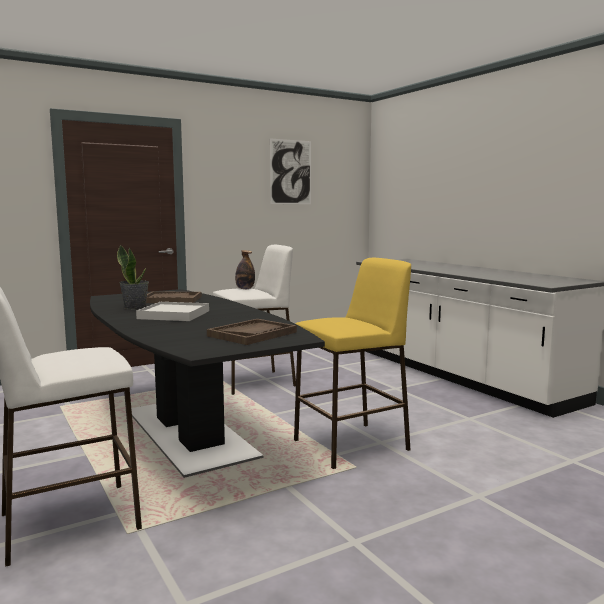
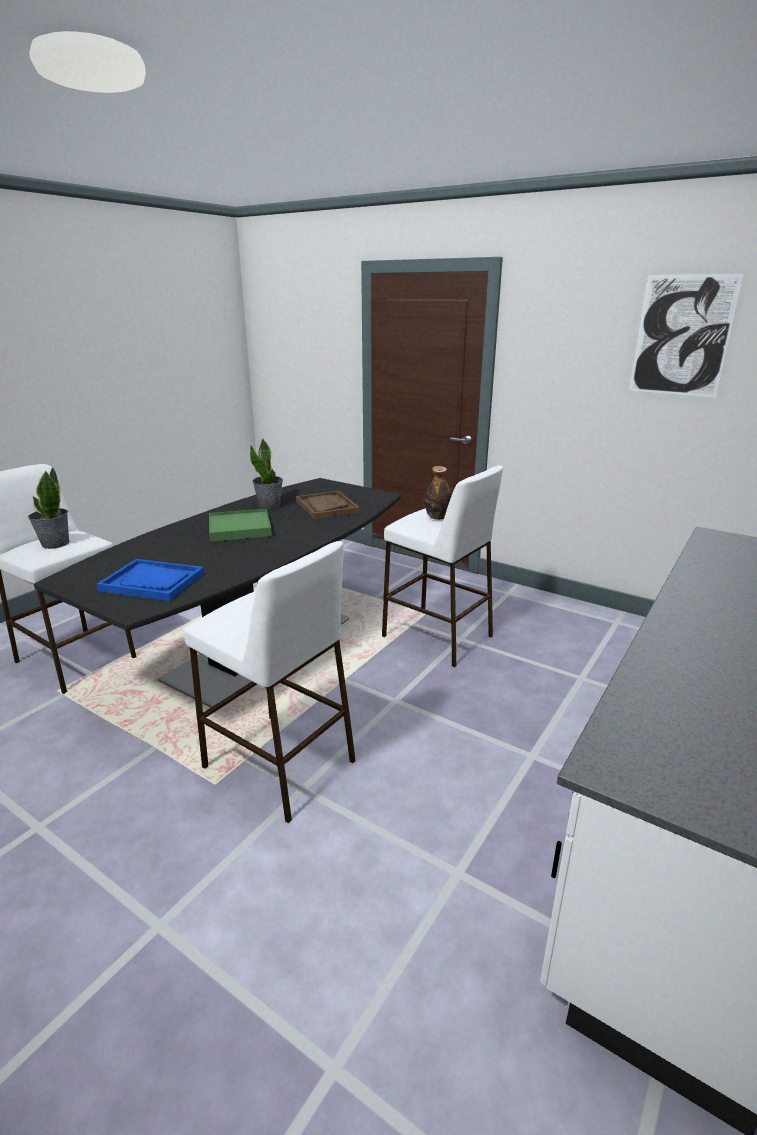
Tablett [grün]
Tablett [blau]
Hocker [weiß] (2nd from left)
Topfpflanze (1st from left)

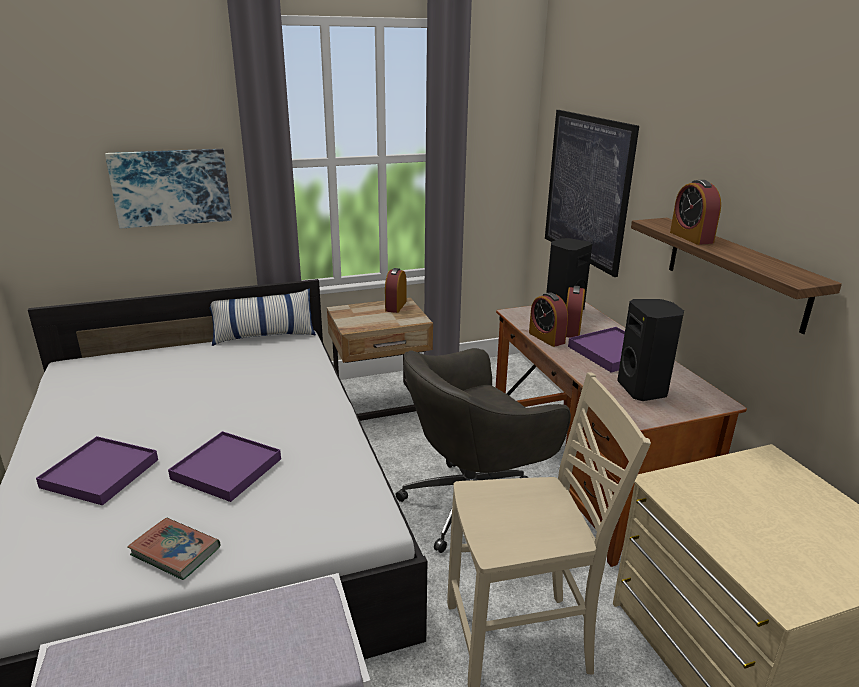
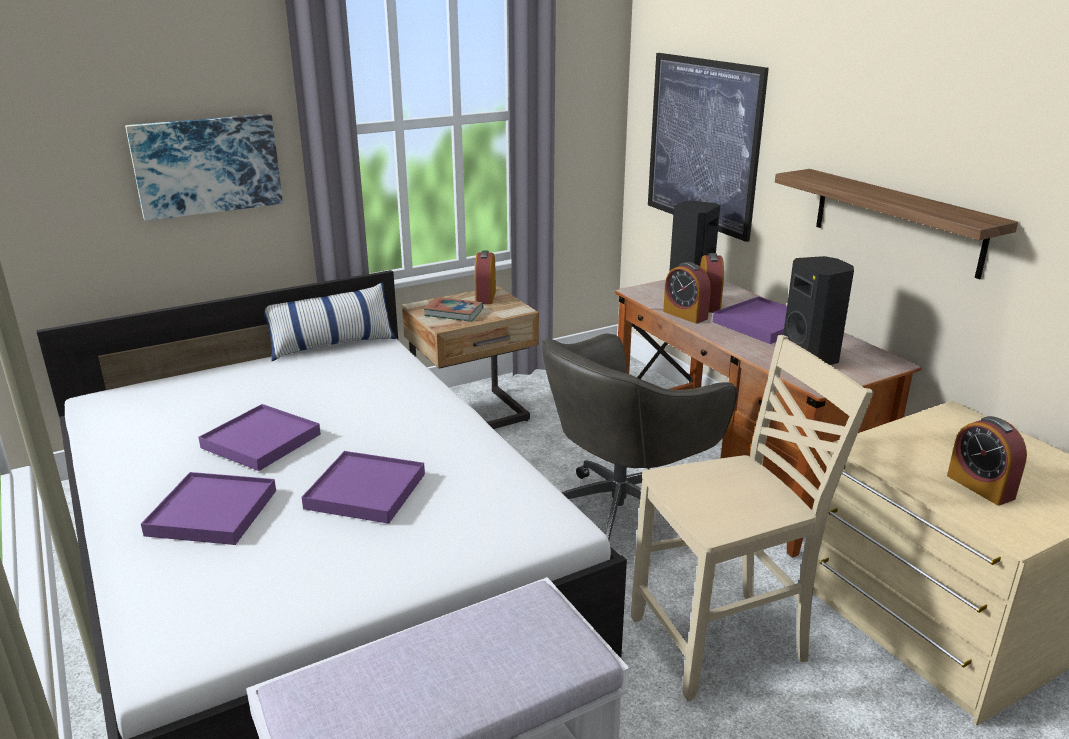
Buch
Wecker (4th from left)
Tablett [lila] (2nd from left)

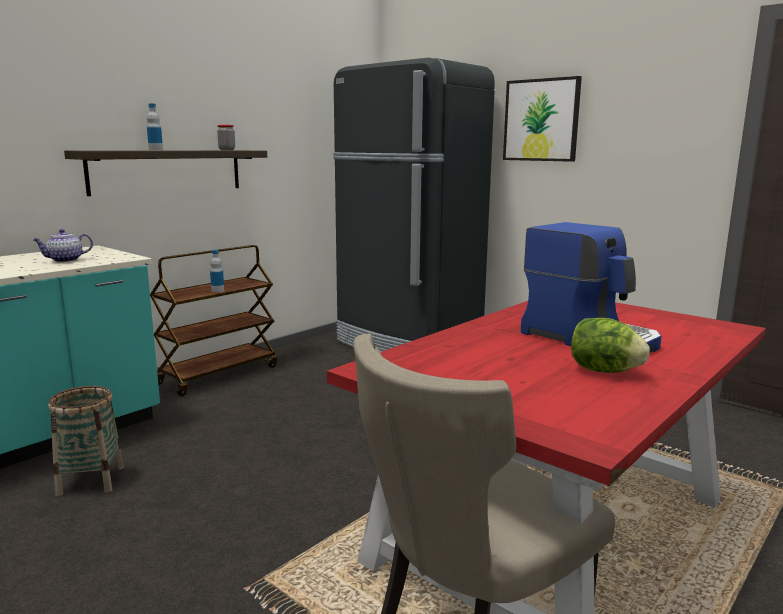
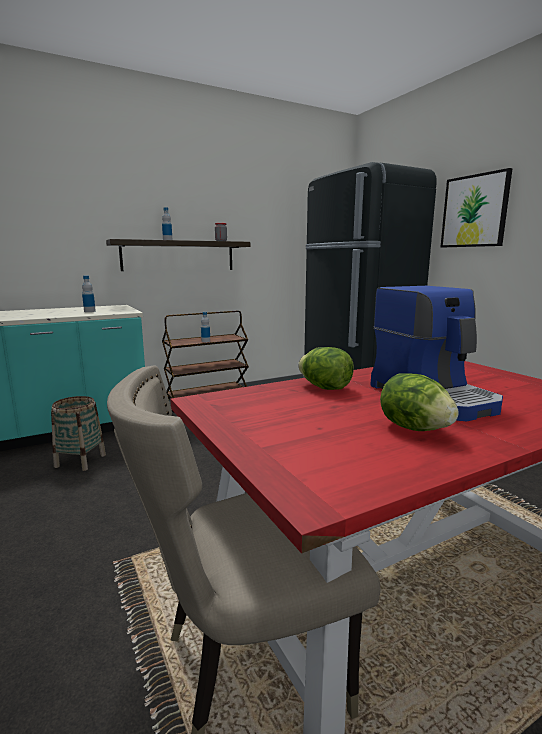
Flasche (1st from left)
Salatkopf (1st from left)

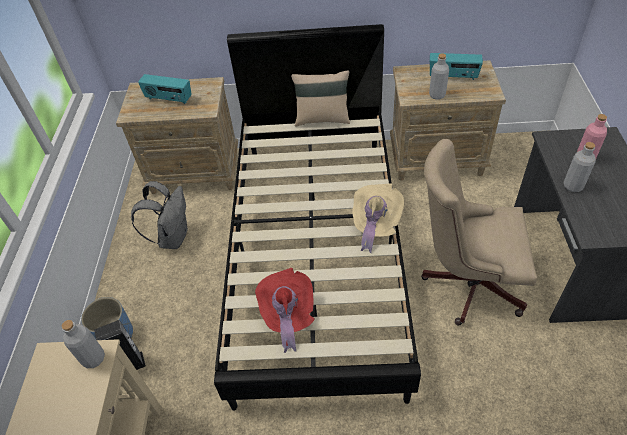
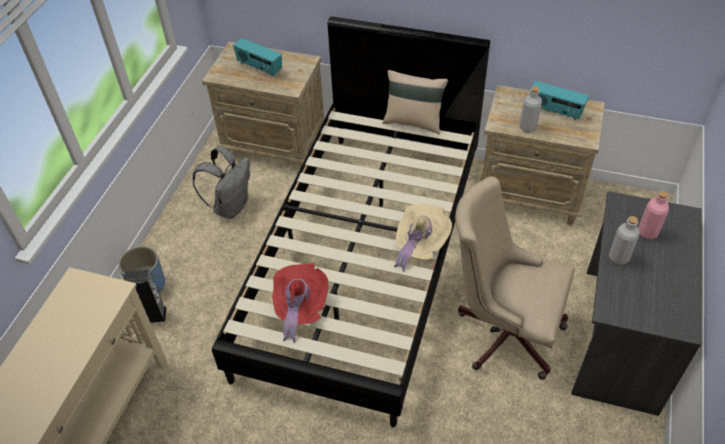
Flasche [grau] (1st from left in the first image)

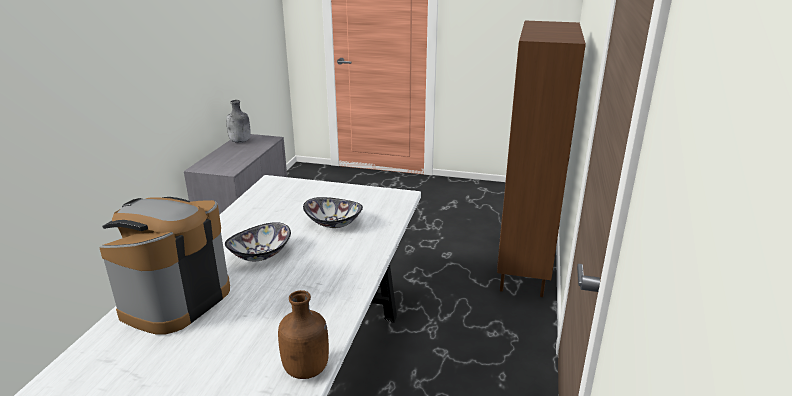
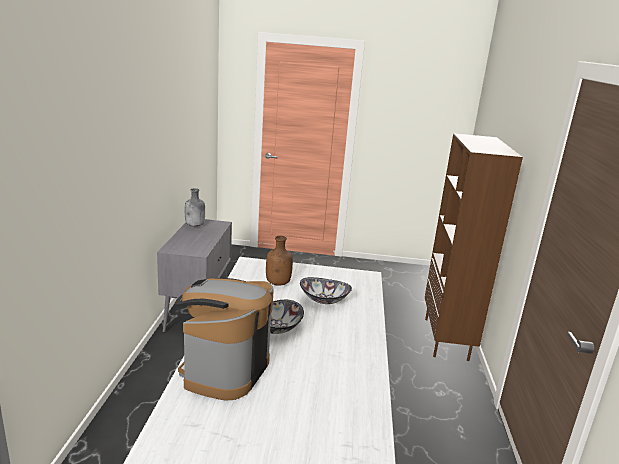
Flasche [braun]

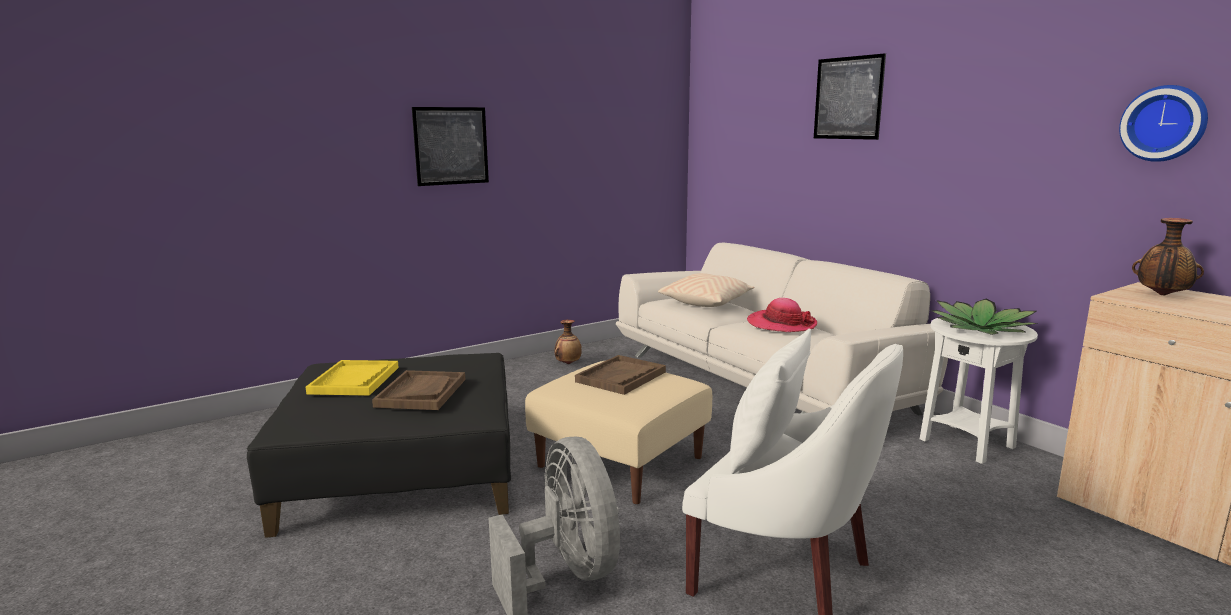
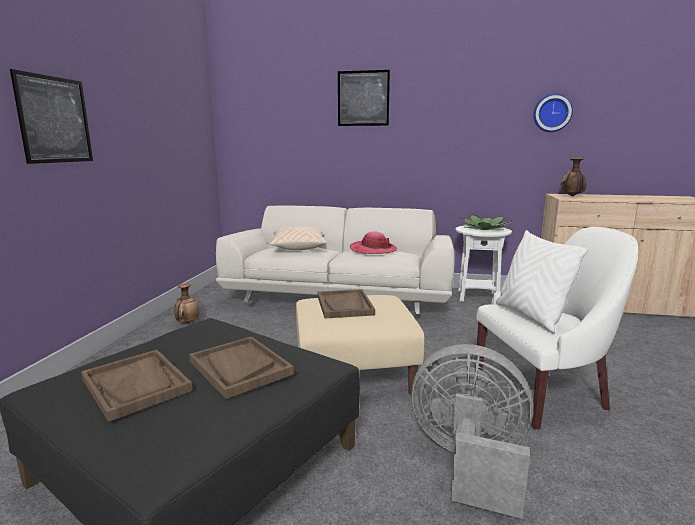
Tablett [braun] (1st from left)

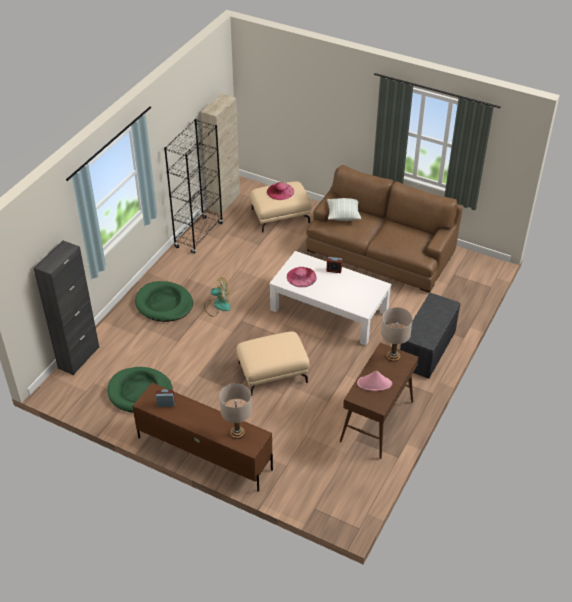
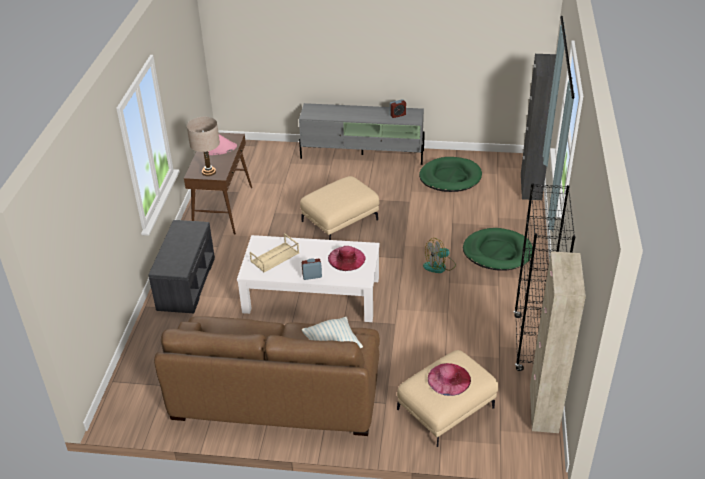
Fernsehschrank [grau]
Tischlampe [beige] (1st from left in the first image)
Tablett [beige]

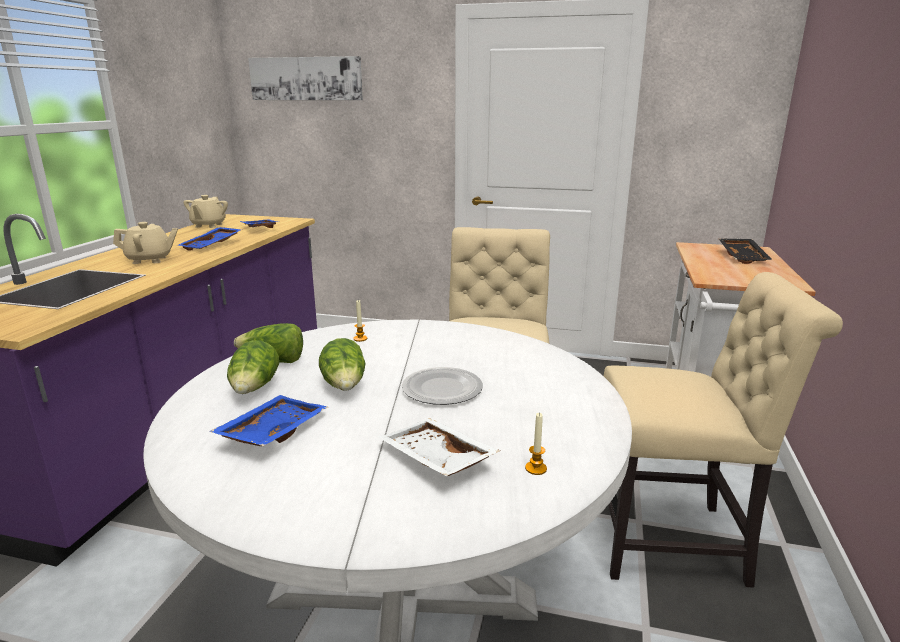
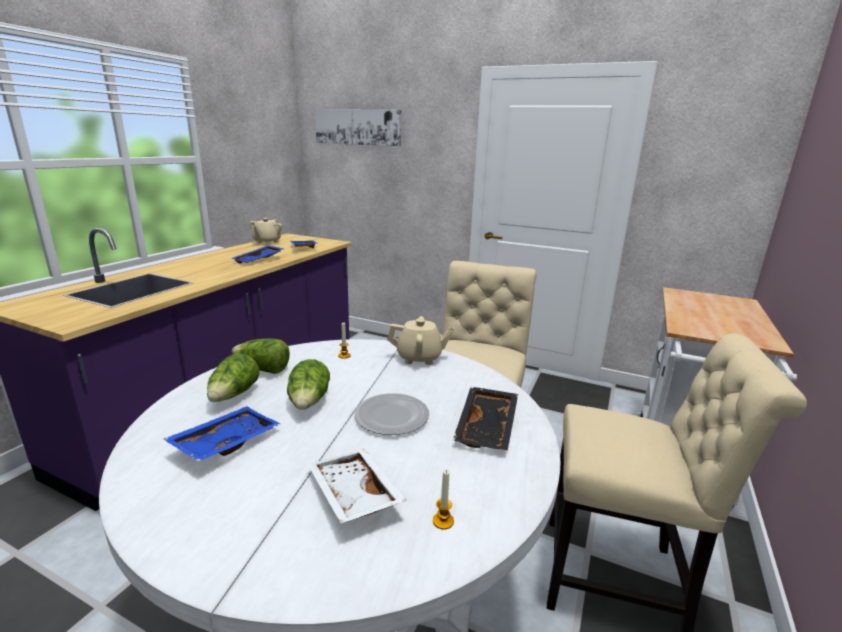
Teekanne [beige] (2nd from left)
Tablett [schwarz]

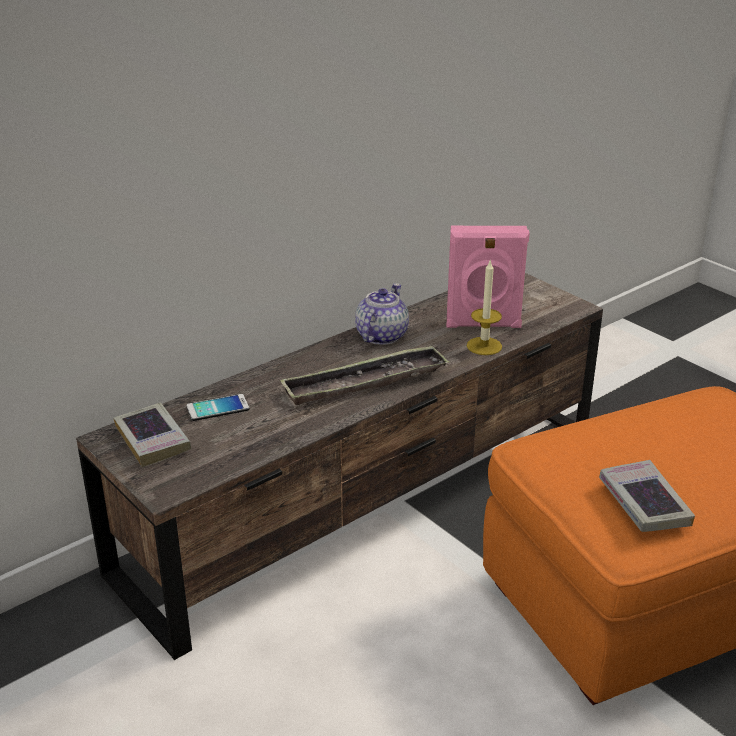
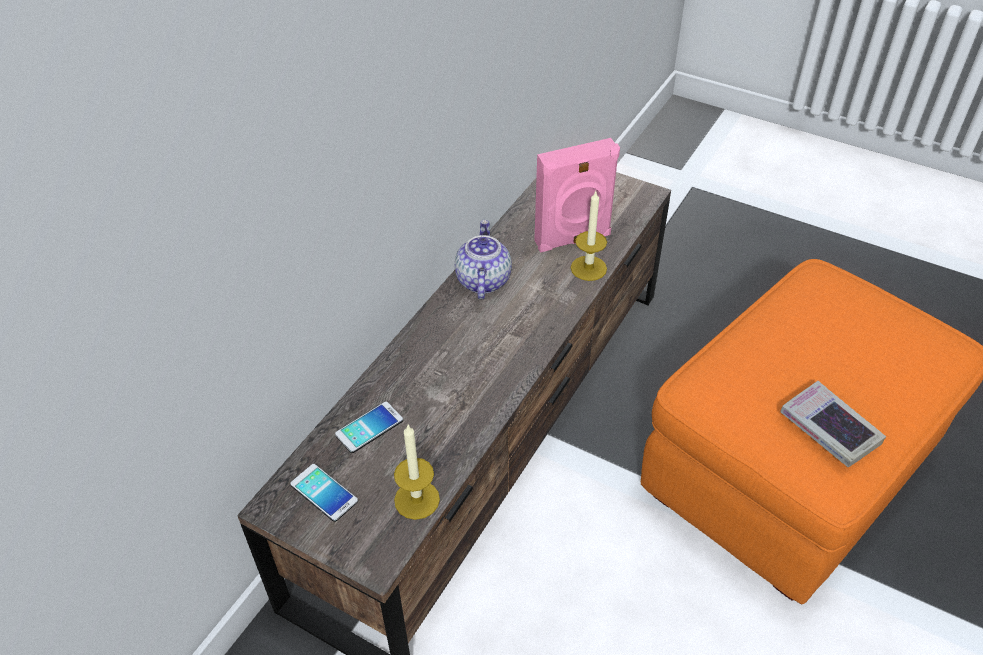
Handy (1st from left)
Tablett
Kerze (1st from left)

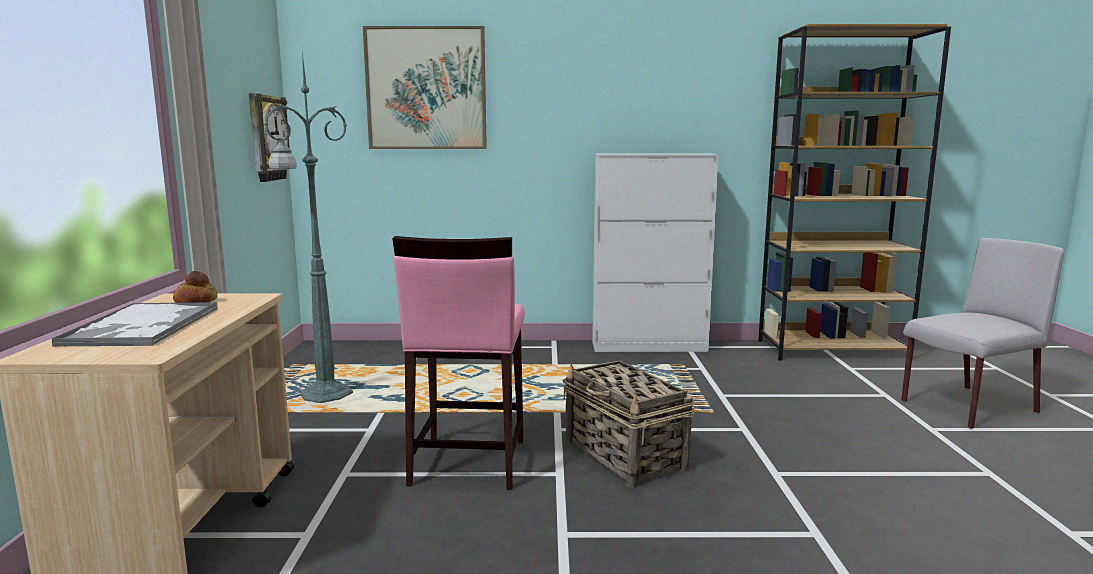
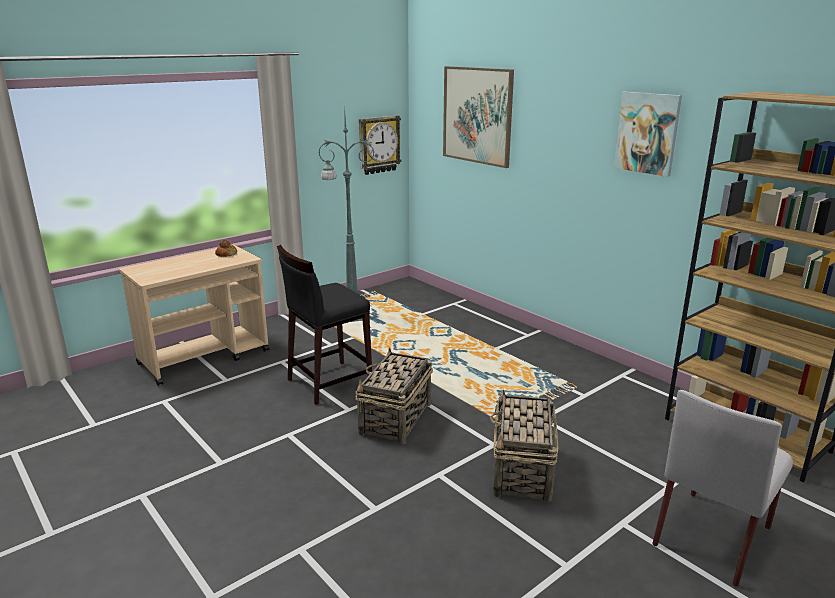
Tablett
Hocker [schwarz]
Schrank [weiß]
Stuhl [grau]
Korb (2nd from left)
Bild (2nd from left)

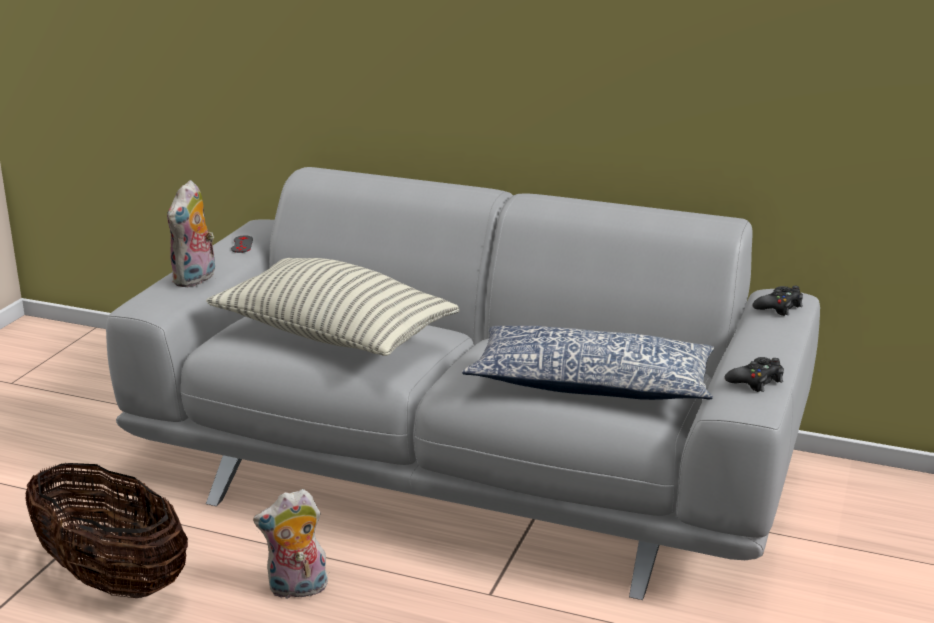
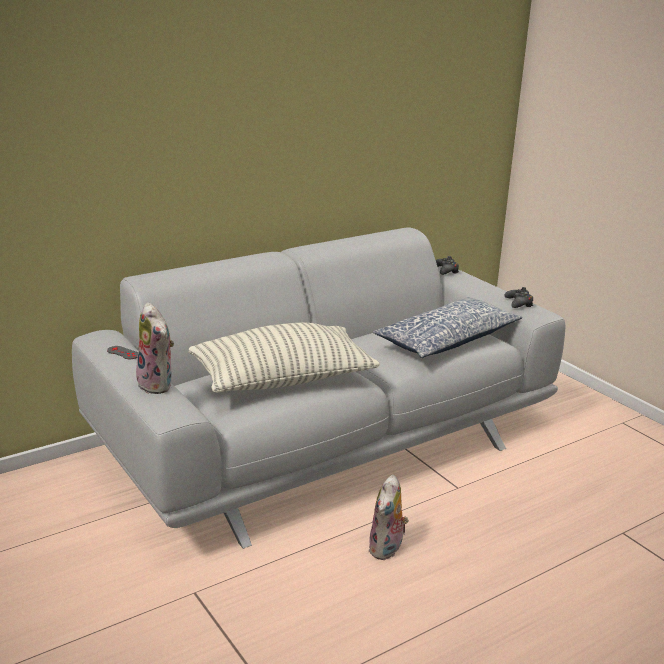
Korb

